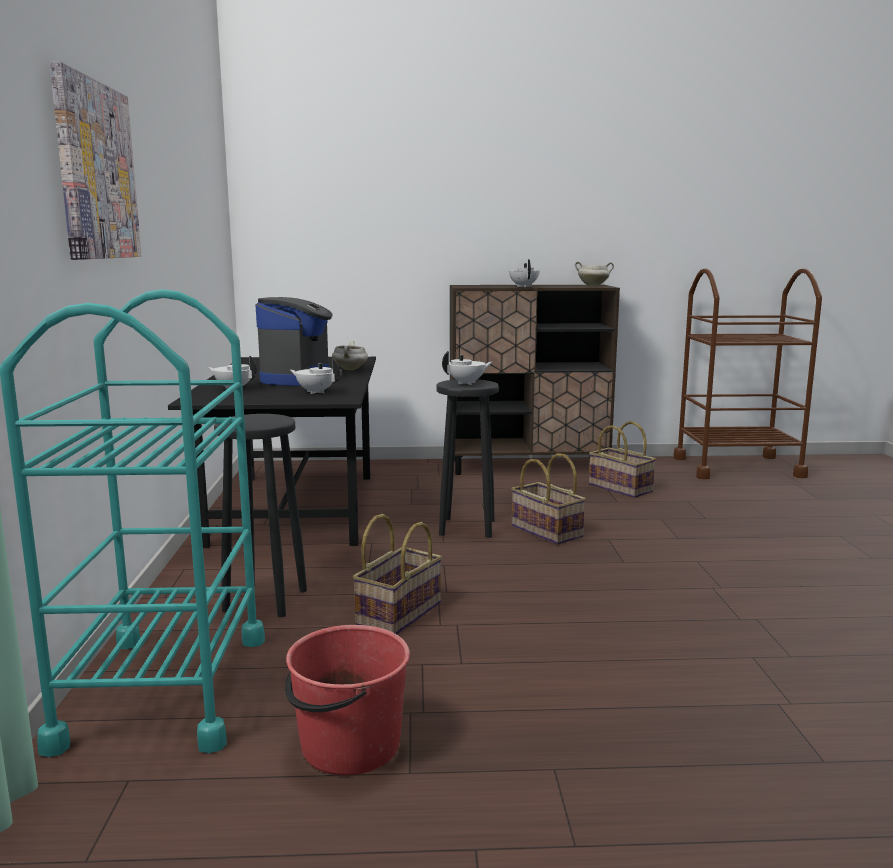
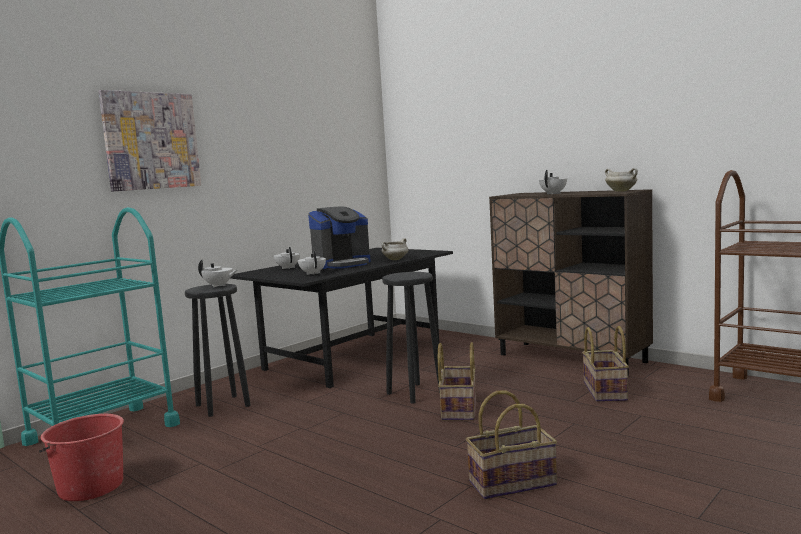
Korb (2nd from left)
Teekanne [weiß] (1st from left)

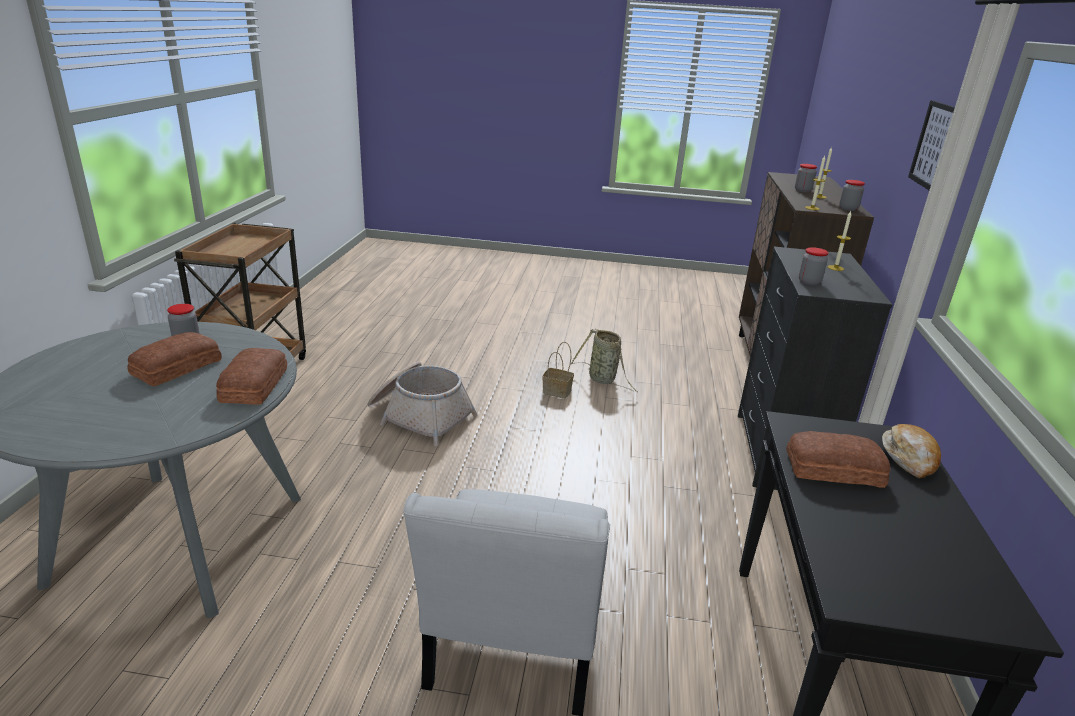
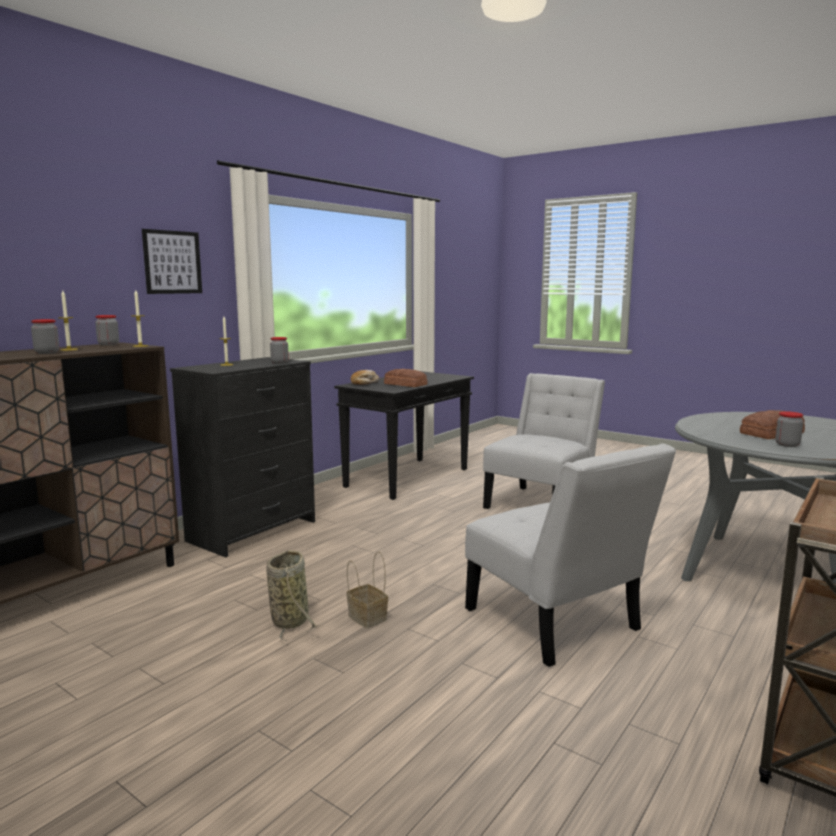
Brot (2nd from left in the first image)
Stuhl [weiß] (2nd from left)

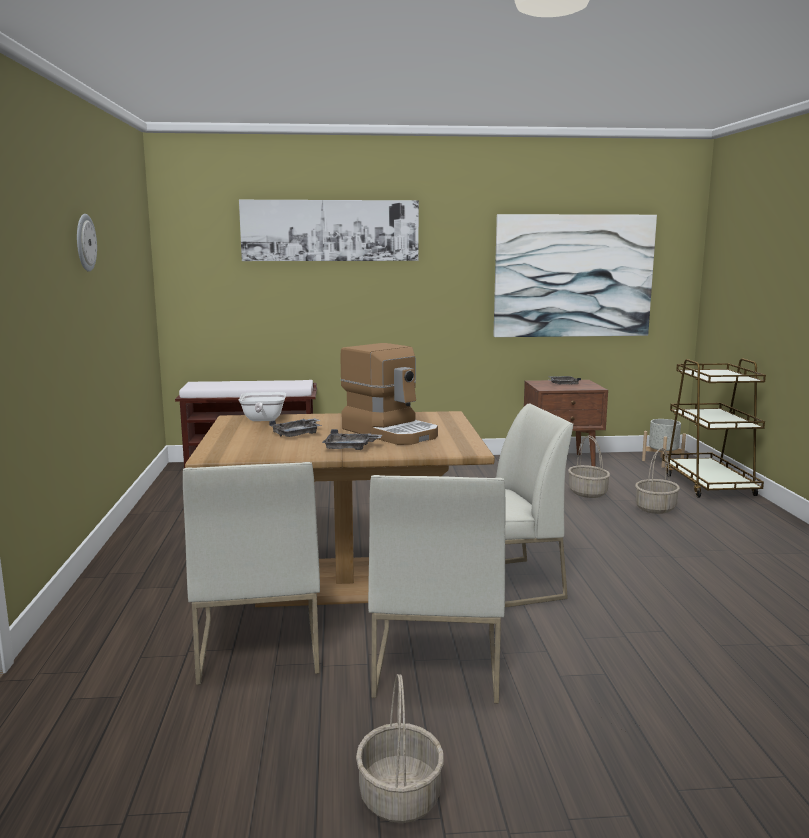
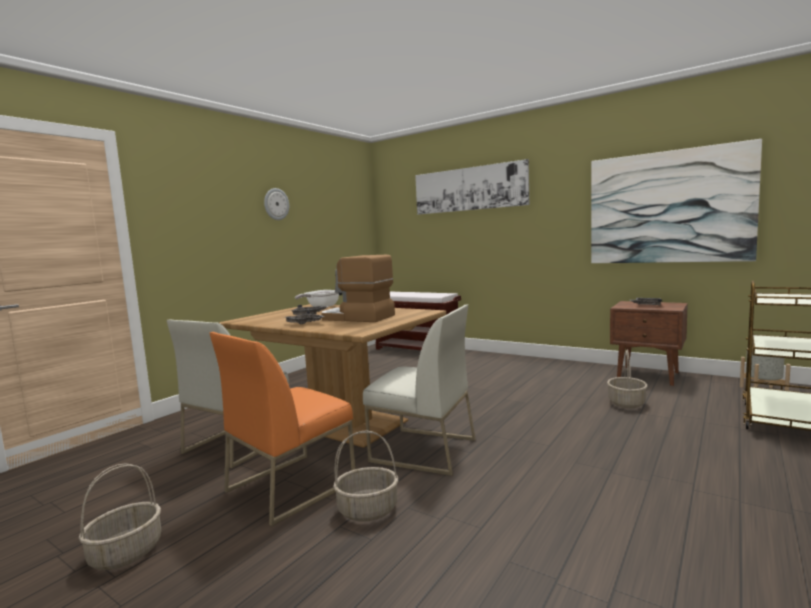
Kaffeemaschine
Stuhl [orange]
Korb (2nd from left)

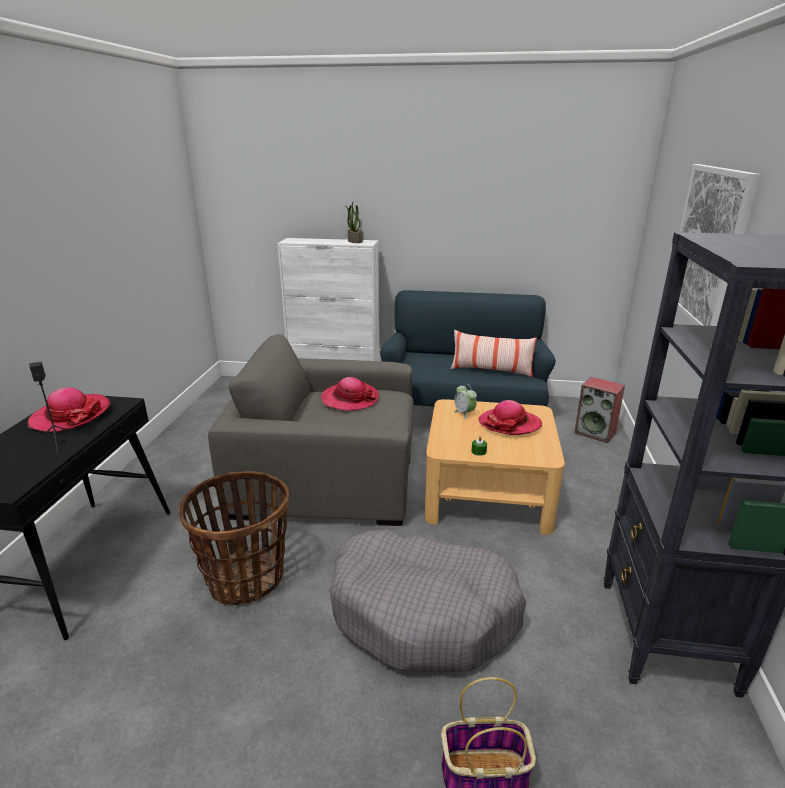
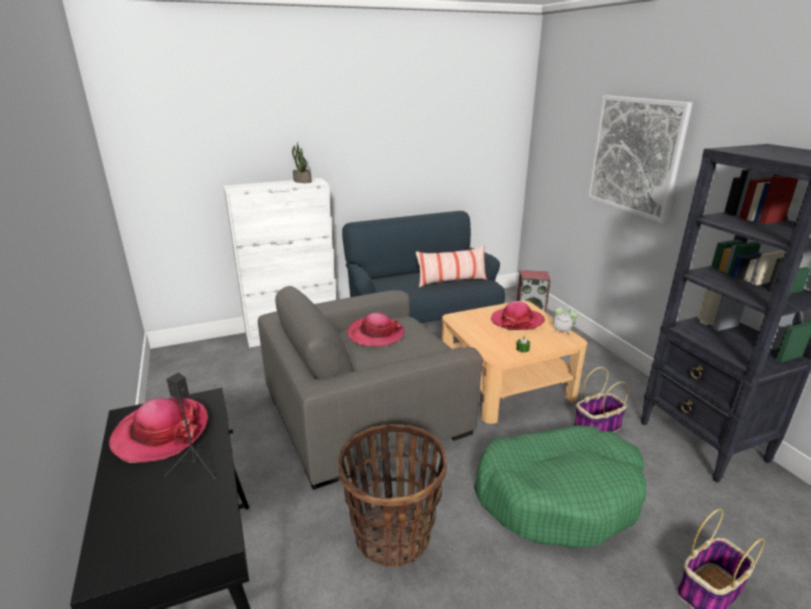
Hundebett [grün]
Wecker
Korb (2nd from left)

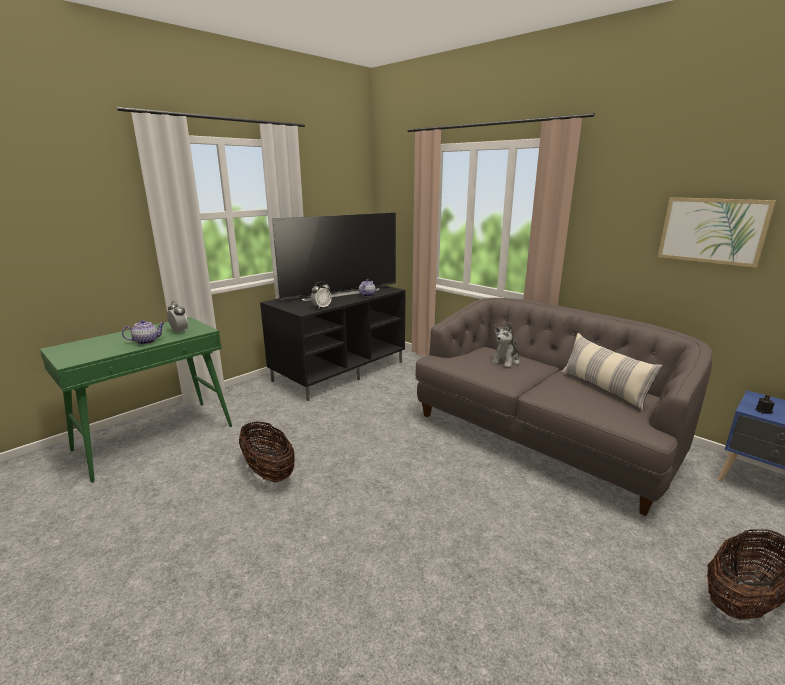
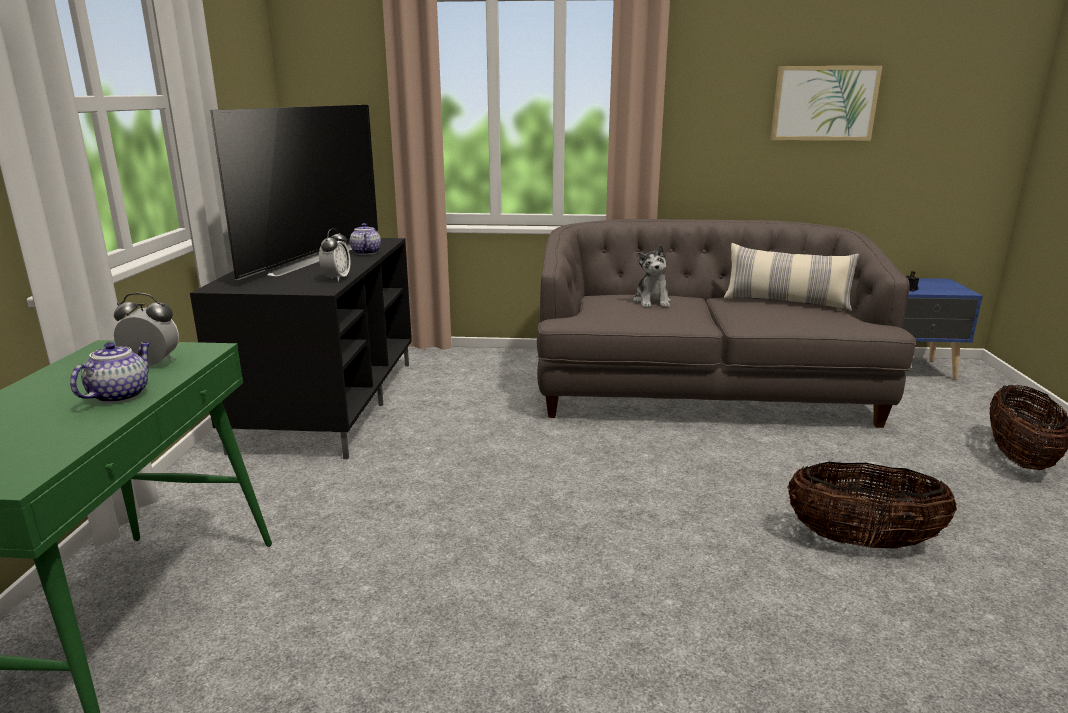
Korb (1st from left)

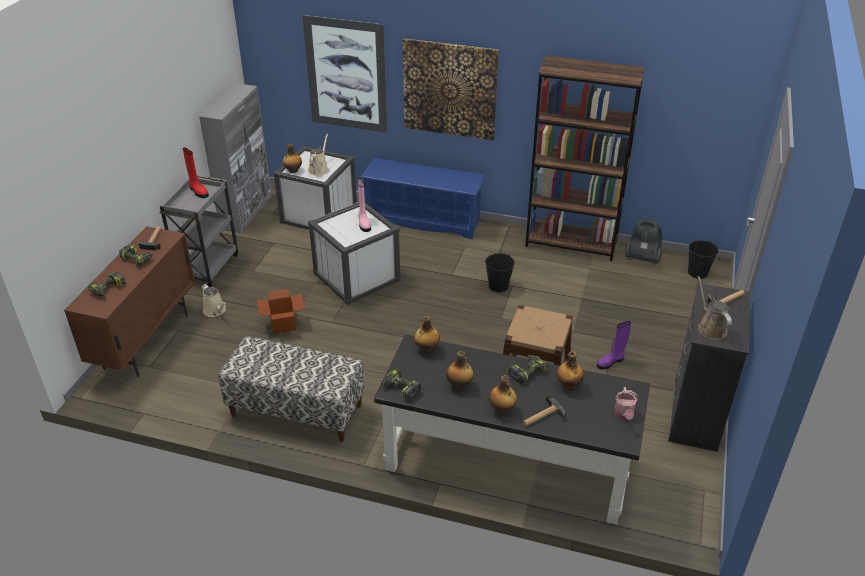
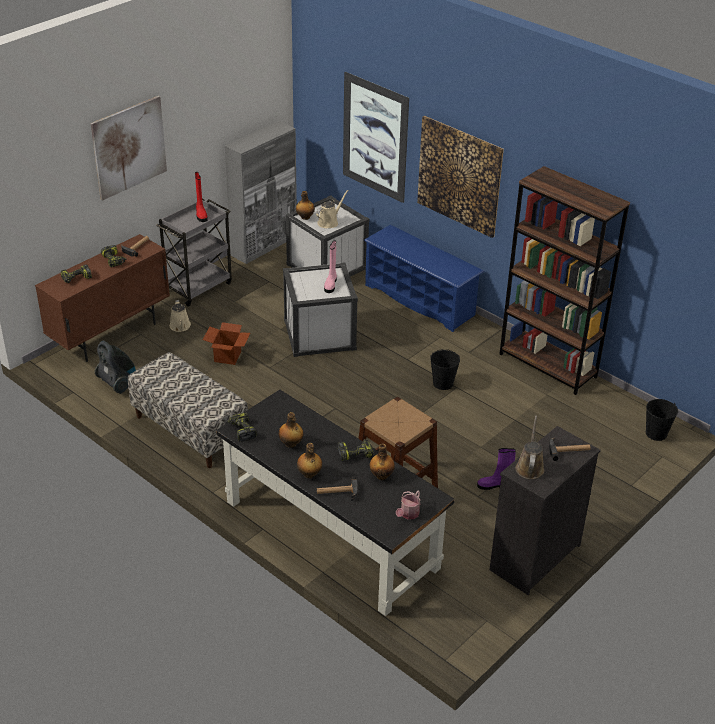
Flasche (2nd from left in the first image)
Staubsauger
Bild (1st from left)

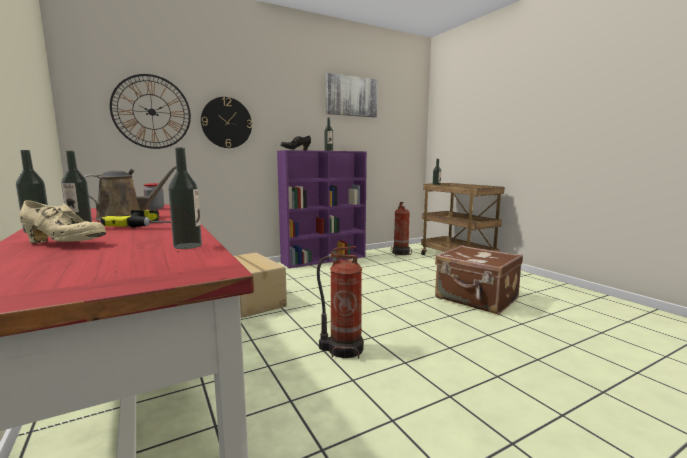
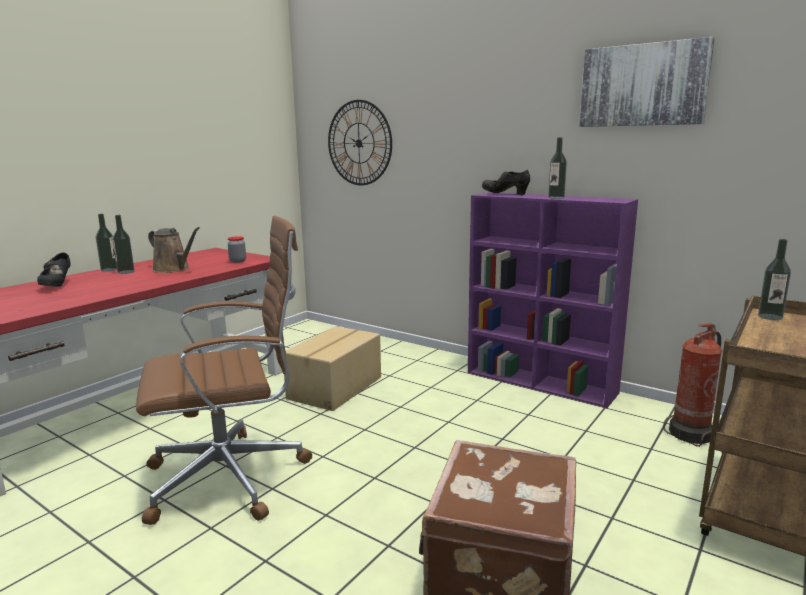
Schuh [schwarz] (1st from left)
Bohrmaschine
Flasche (3rd from left in the first image)
Wanduhr (2nd from left in the first image)
Bürostuhl [braun]

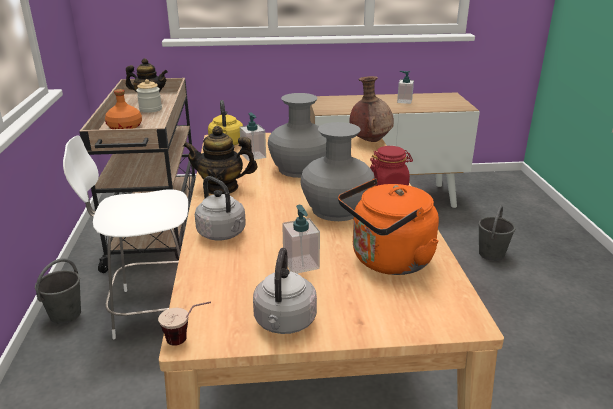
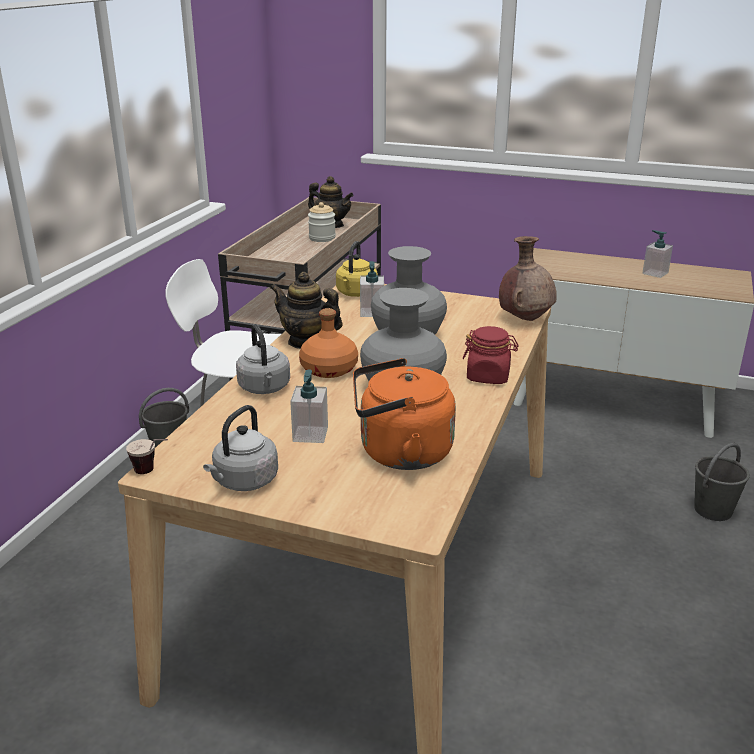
Flasche [orange]

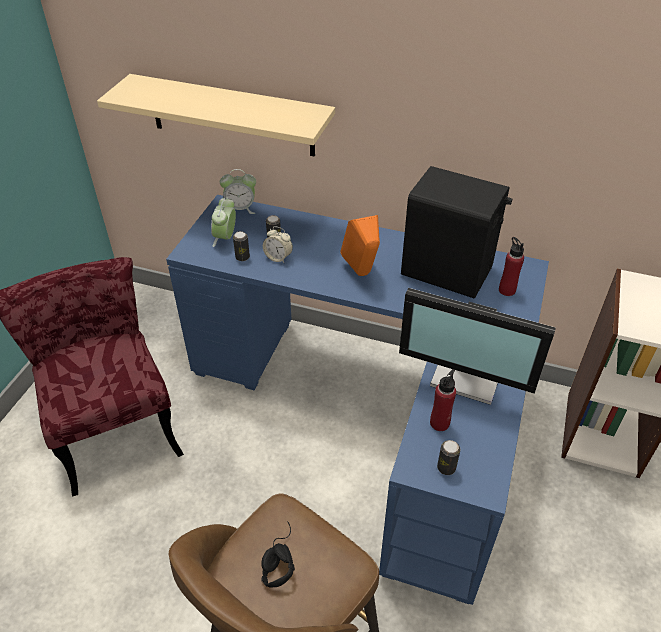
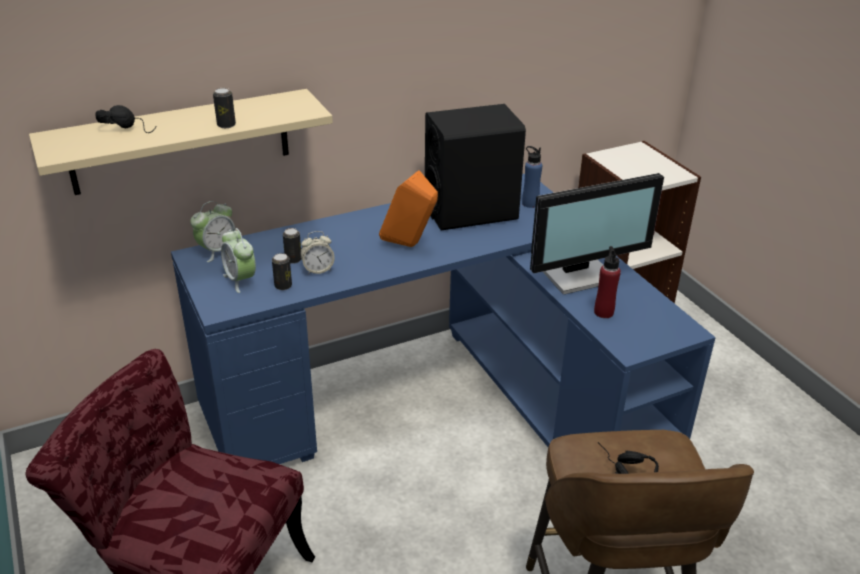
Dose (1st from left)
Flasche [blau]
Kopfhörer [schwarz] (1st from left)

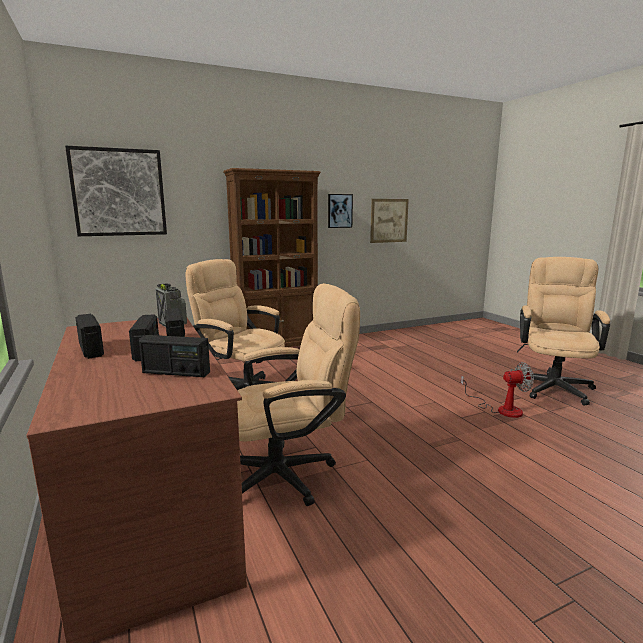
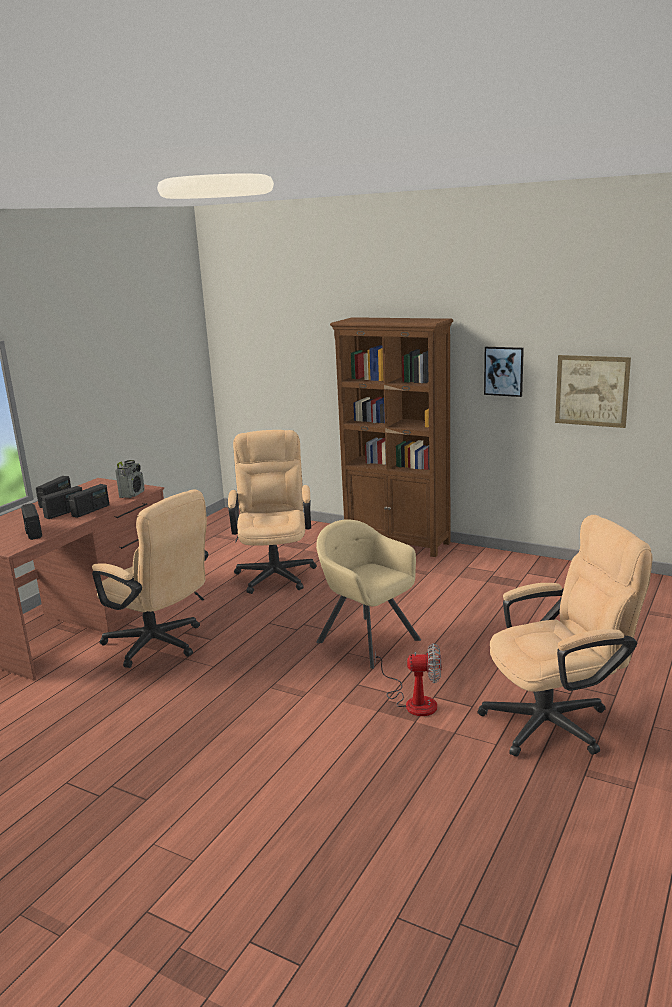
Bild (1st from left in the first image)
Ventilator
Sessel [beige]

